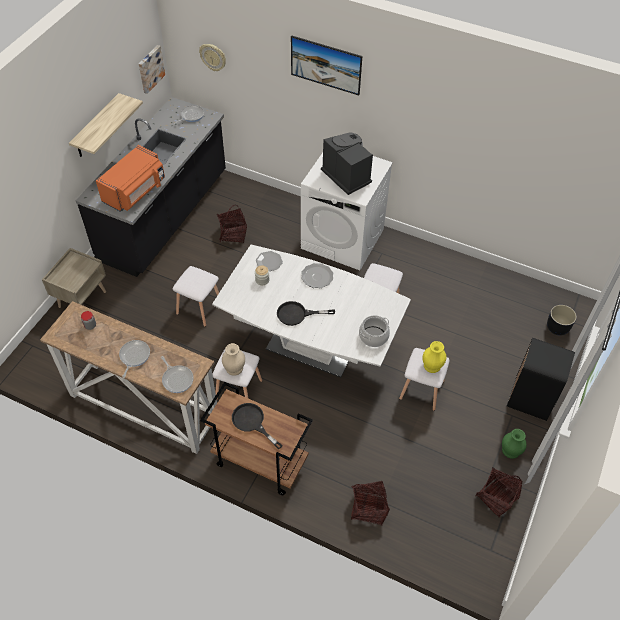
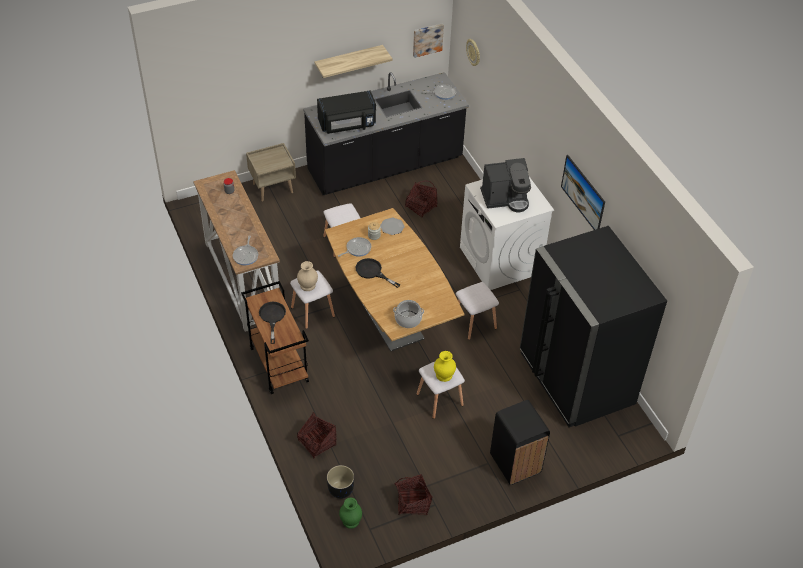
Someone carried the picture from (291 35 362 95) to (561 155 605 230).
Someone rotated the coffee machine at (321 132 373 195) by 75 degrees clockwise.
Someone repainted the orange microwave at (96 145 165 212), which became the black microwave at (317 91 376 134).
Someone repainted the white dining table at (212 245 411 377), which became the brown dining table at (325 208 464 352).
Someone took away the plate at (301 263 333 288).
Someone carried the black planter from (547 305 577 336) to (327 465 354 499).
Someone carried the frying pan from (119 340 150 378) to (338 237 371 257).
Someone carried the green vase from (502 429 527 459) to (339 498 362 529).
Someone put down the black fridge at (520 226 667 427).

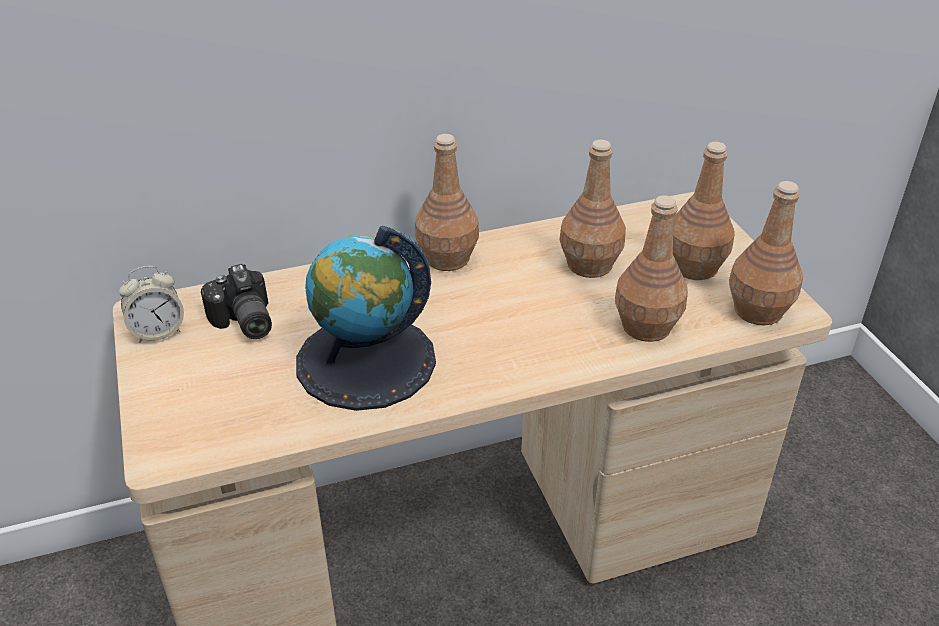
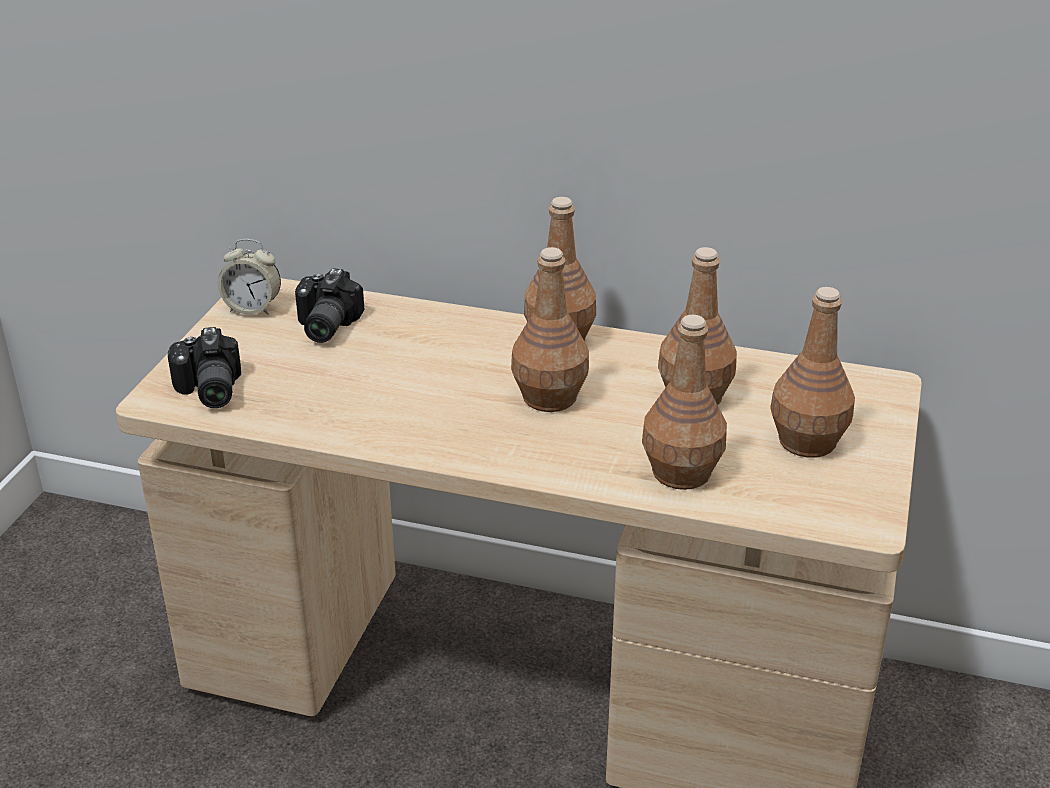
Someone carried the brown bottle from (729 181 803 325) to (511 247 589 412).
Someone took away the globe at (296 226 436 411).
Someone put down the photo camera at (168 327 241 408).

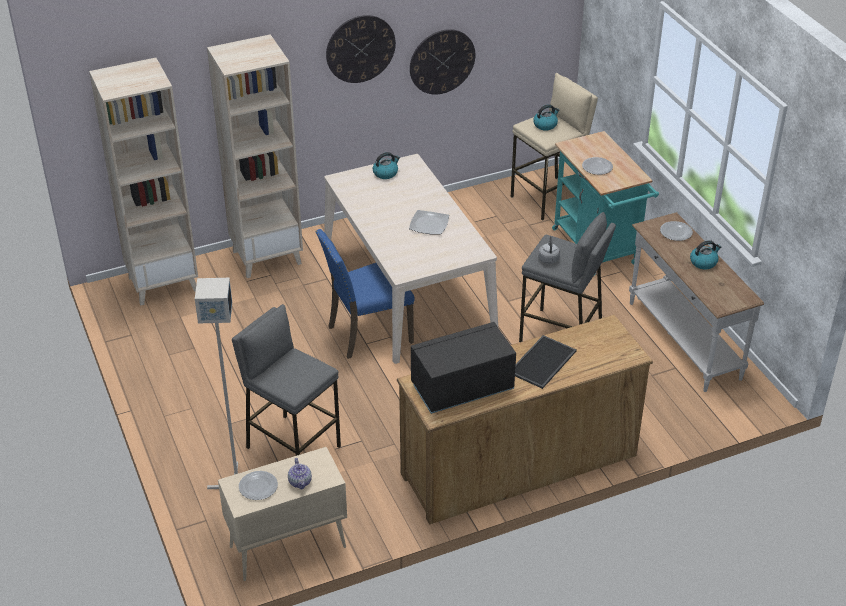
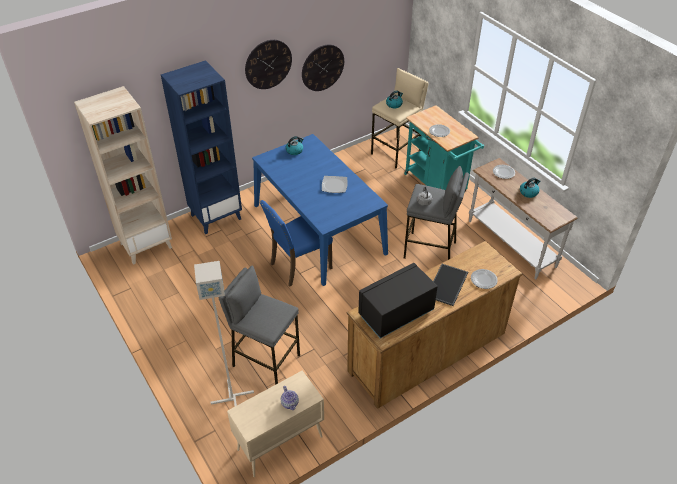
Someone repainted the beige bookcase at (207 34 303 278), which became the blue bookcase at (161 60 242 234).
Someone repainted the beige dining table at (324 154 498 364), which became the blue dining table at (252 134 388 286).
Someone carried the plate from (239 471 278 500) to (471 269 498 289).

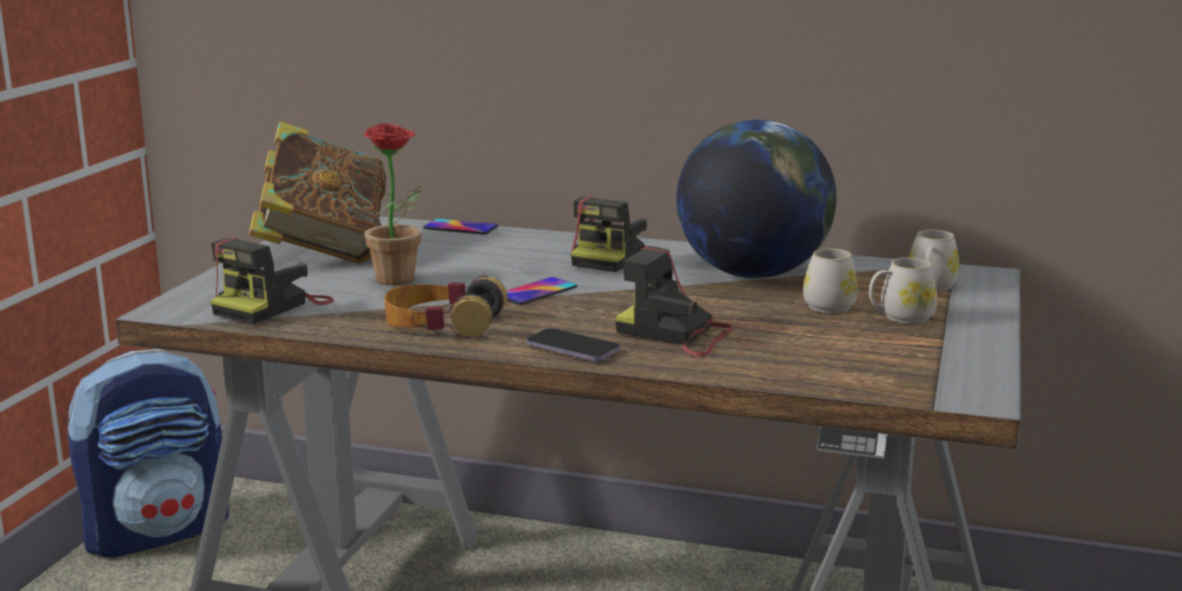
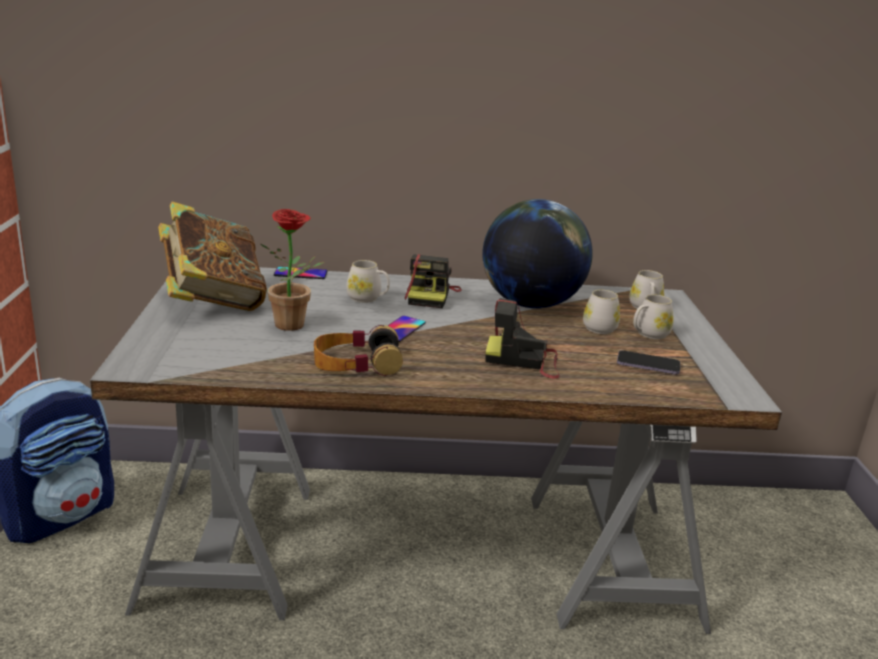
Someone took away the photo camera at (211 238 334 324).
Someone carried the phone from (526 328 620 362) to (617 350 680 375).
Someone put down the white mug at (346 260 390 303).

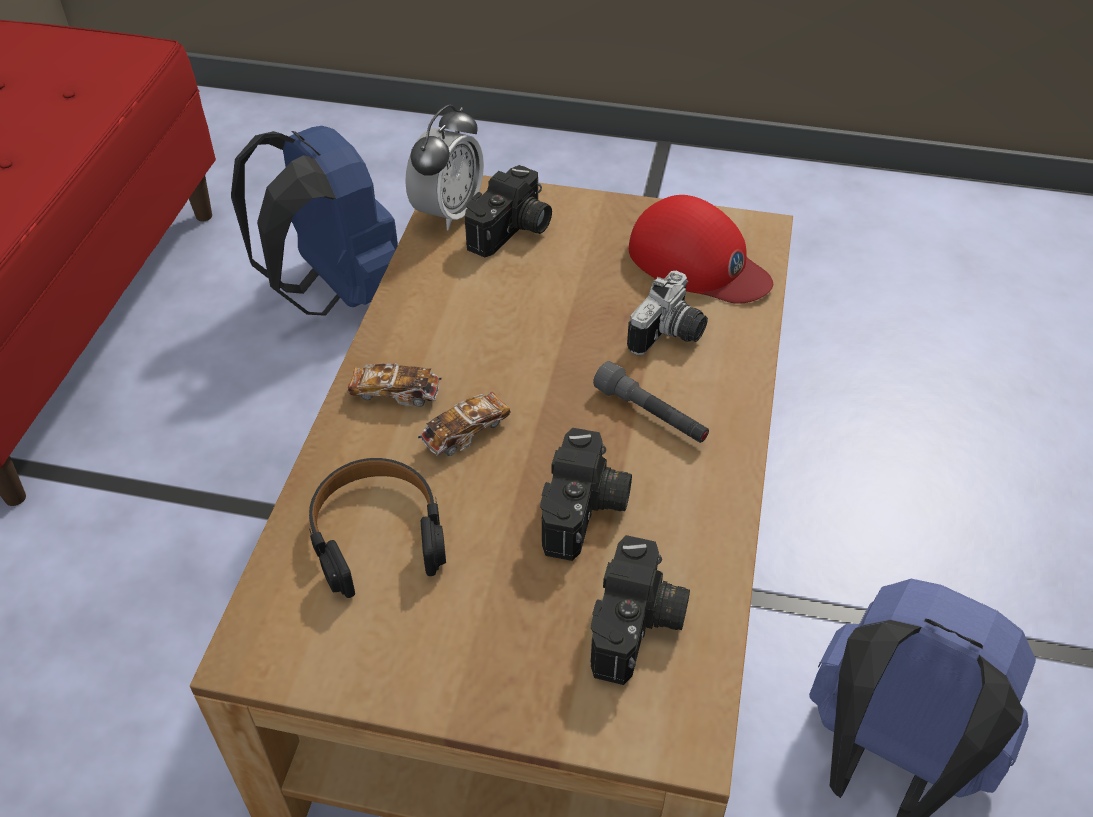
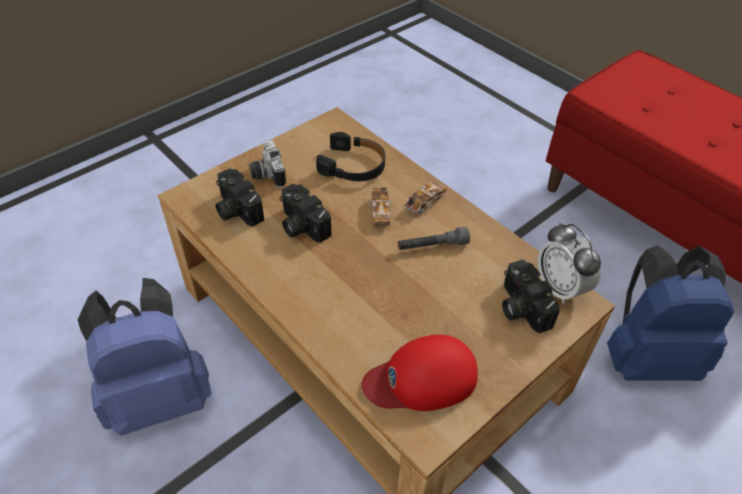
Someone carried the photo camera from (627 271 708 355) to (249 139 286 187).
Someone carried the grey flashlight from (593 361 709 443) to (398 227 470 250).

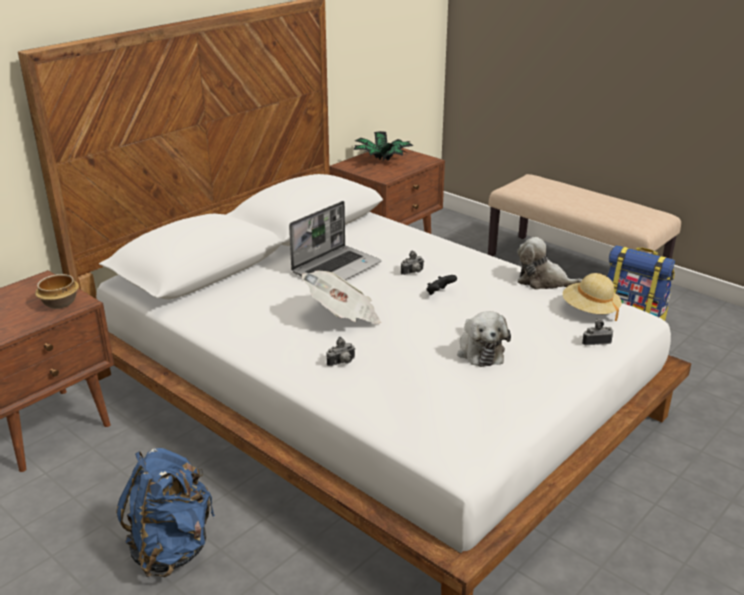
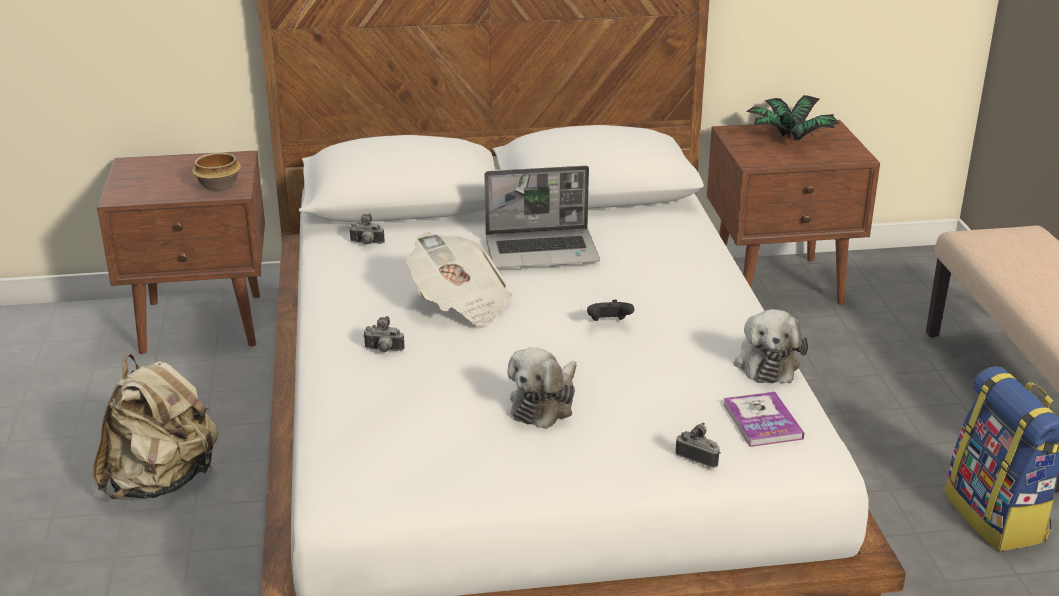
Someone rotated the plush toy at (517 237 583 289) by 150 degrees counterclockwise.
Someone carried the photo camera from (401 250 424 275) to (349 214 385 244).
Someone swapped the beige hat at (563 273 622 321) for the book at (723 392 804 447).
Someone repainted the blue backpack at (116 448 215 577), which became the beige backpack at (93 354 219 499).

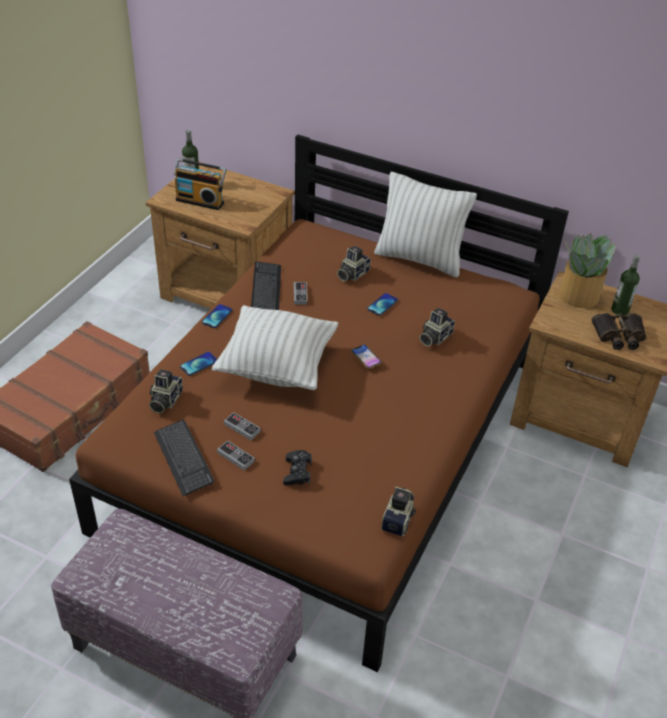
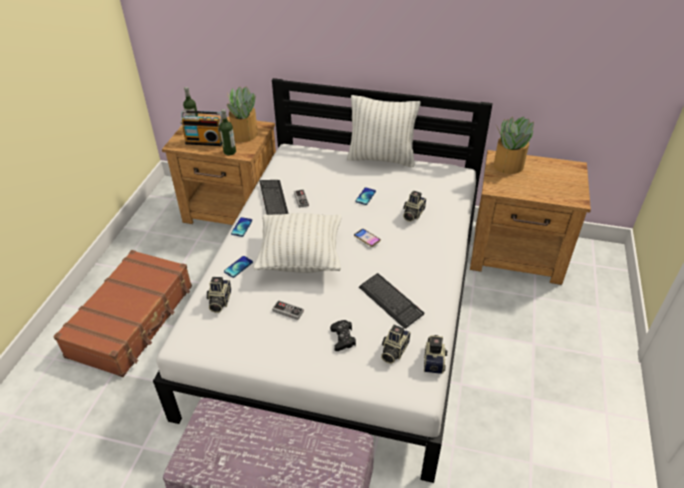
Someone repainted the brown bed at (69 135 569 672), which became the white bed at (153 78 493 483).
Someone carried the photo camera from (337 246 371 282) to (381 325 411 364).
Someone carried the bottle from (611 254 640 315) to (220 109 236 155).
Someone took away the binoculars at (592 313 647 350).
Someone carried the keyboard from (154 420 214 496) to (359 273 424 329).
Someone took away the game controller at (217 441 255 470).
Someone put down the potted plant at (227 86 258 142).

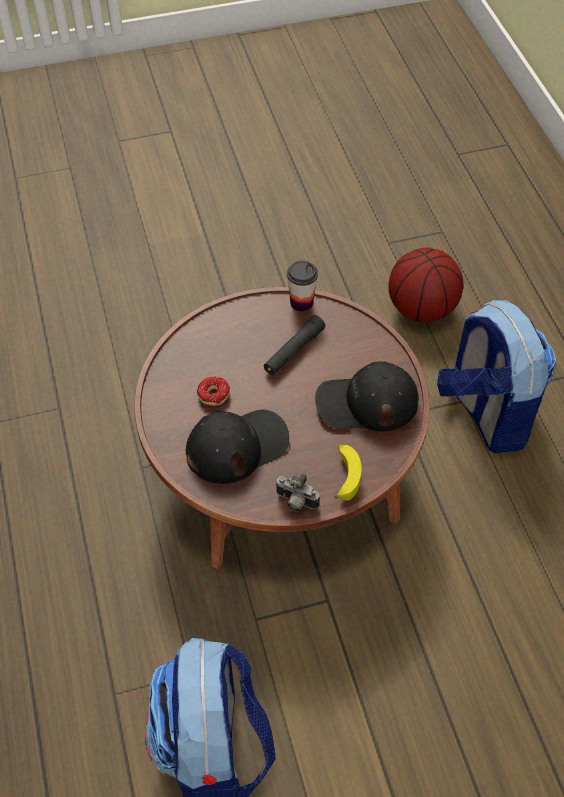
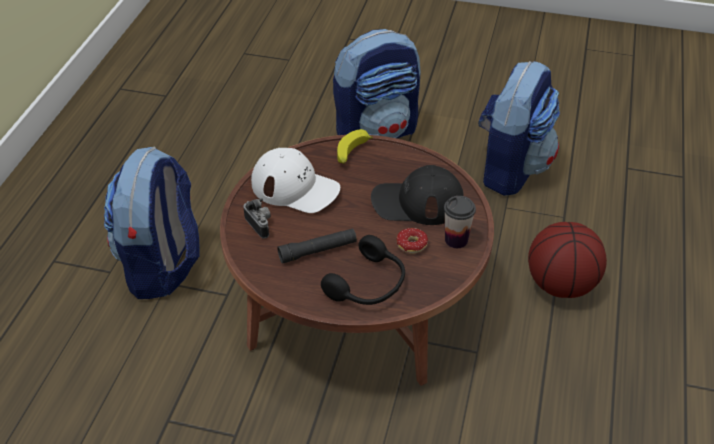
Someone carried the basketball from (388 248 464 323) to (528 222 607 298).
Someone carried the cup from (287 260 318 312) to (444 196 476 248).
Someone repainted the black cap at (315 361 419 432), which became the white cap at (251 148 340 213).
Someone carried the photo camera from (275 474 320 512) to (243 198 271 239).
Someone put down the backpack at (333 29 421 138).
Someone put down the black headphones at (321 235 405 305).

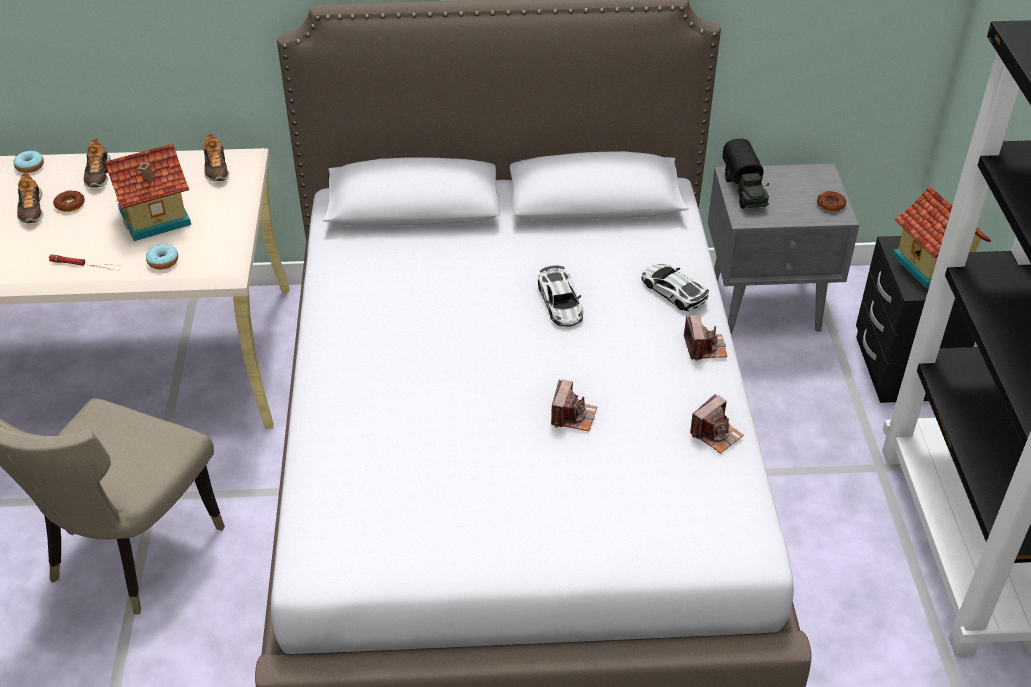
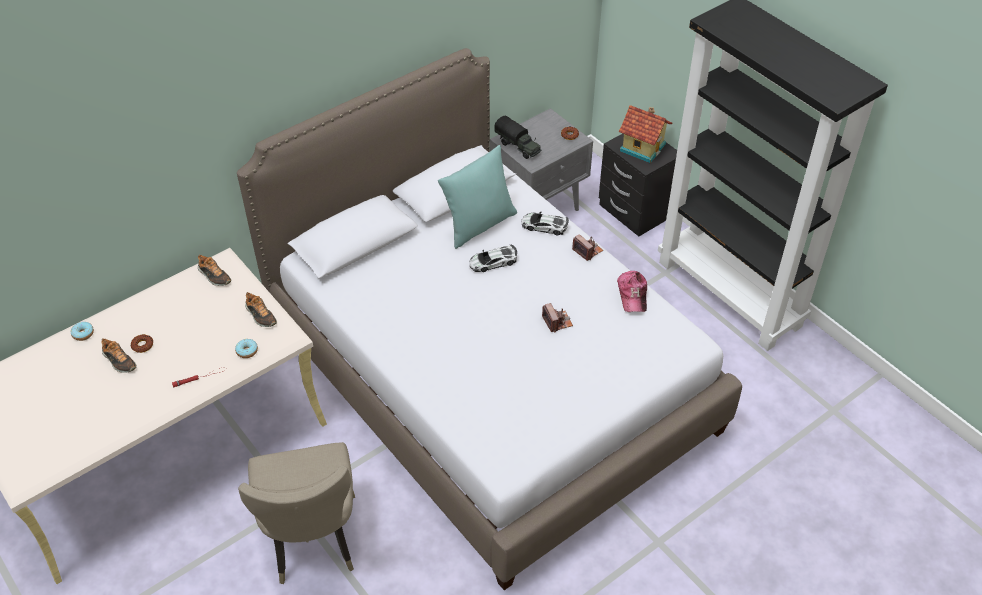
Someone carried the shoe from (84 138 110 188) to (245 292 277 327).
Someone took away the toy house at (104 144 191 241).
Someone rotated the toy car at (538 266 583 326) by 120 degrees clockwise.
Someone swapped the photo camera at (690 394 744 453) for the cap at (617 271 647 312).
Someone put down the turquoise pillow at (438 145 517 249).

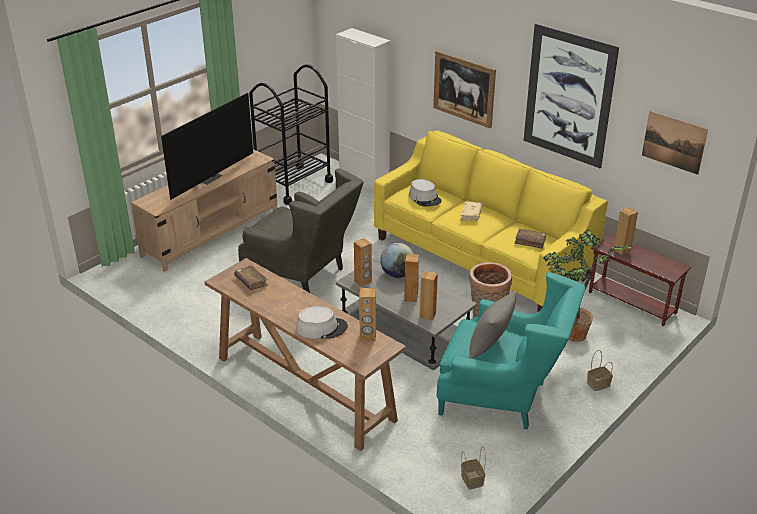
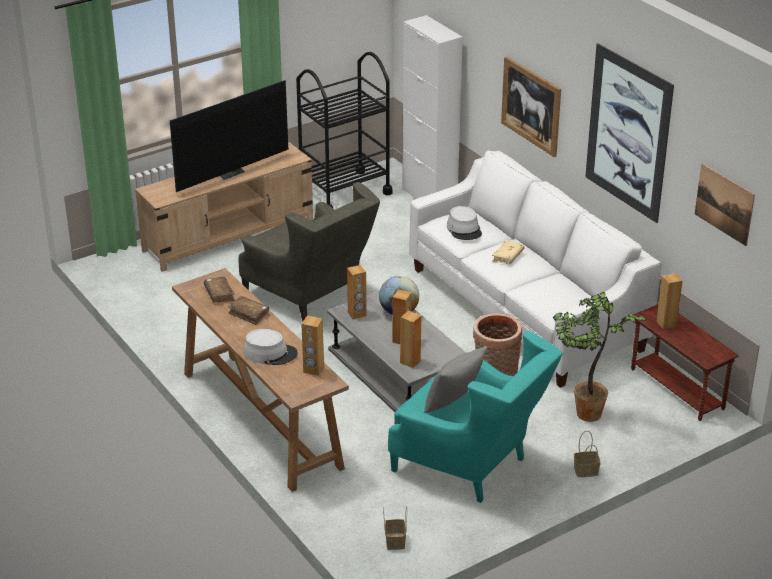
Someone repainted the yellow sofa at (374 130 608 312), which became the white sofa at (409 150 662 388).
Someone carried the brown book from (515 229 546 249) to (228 296 269 325).

